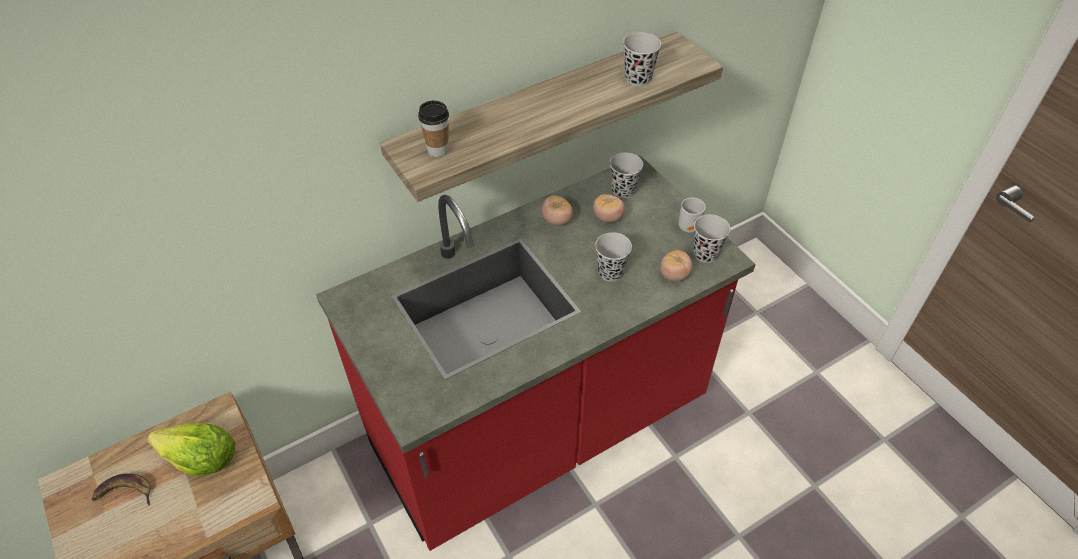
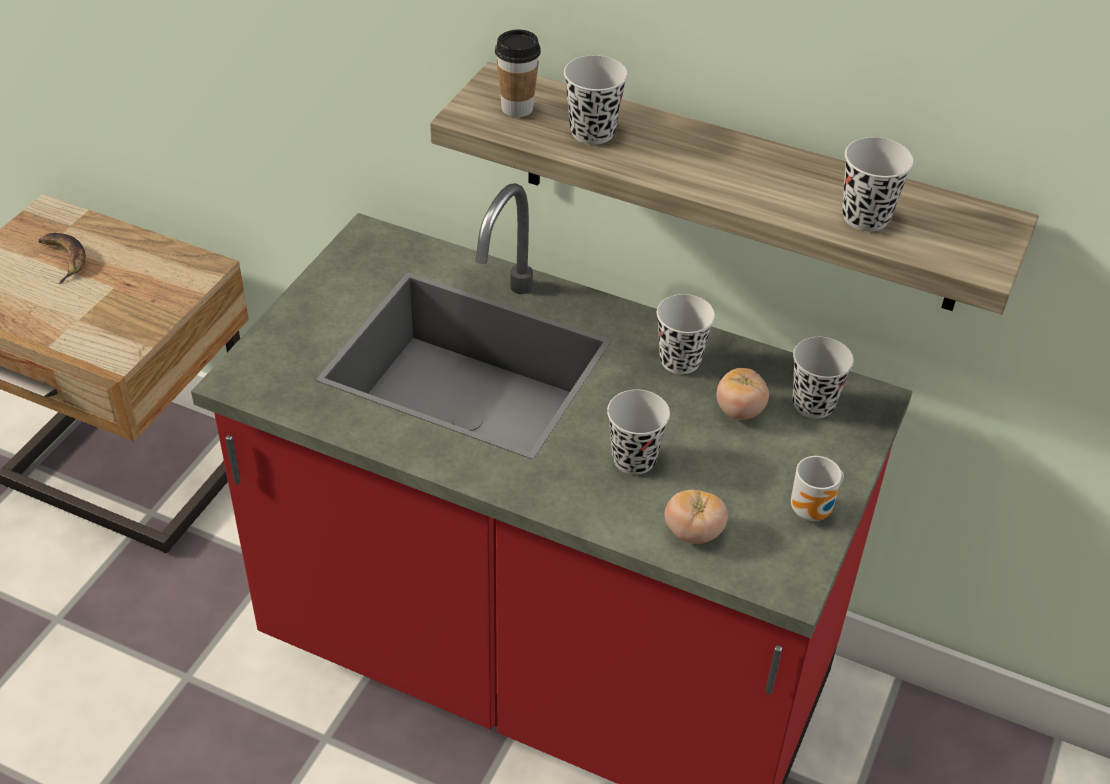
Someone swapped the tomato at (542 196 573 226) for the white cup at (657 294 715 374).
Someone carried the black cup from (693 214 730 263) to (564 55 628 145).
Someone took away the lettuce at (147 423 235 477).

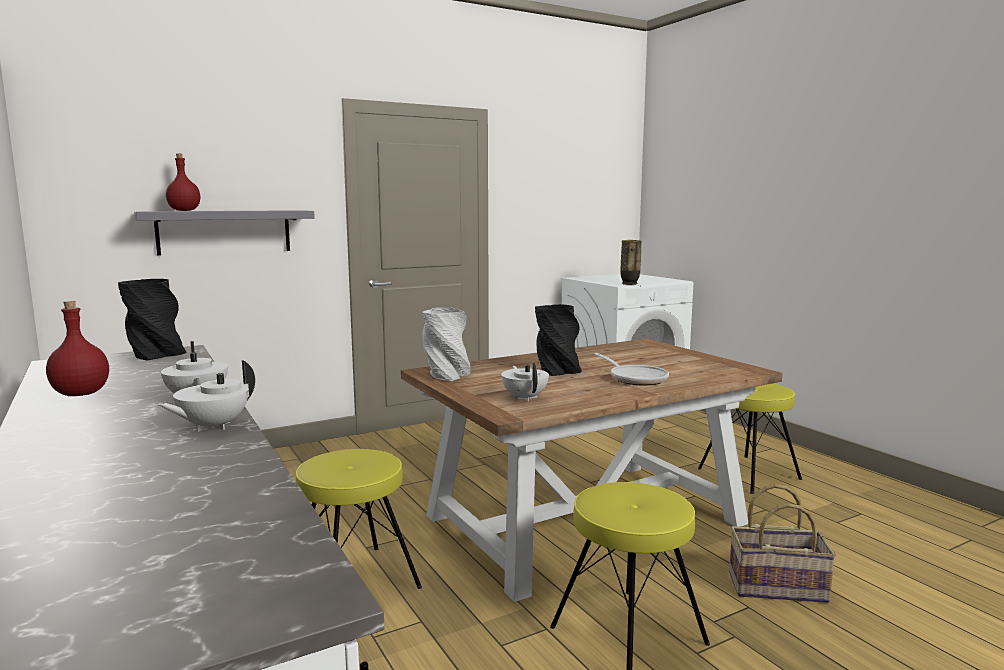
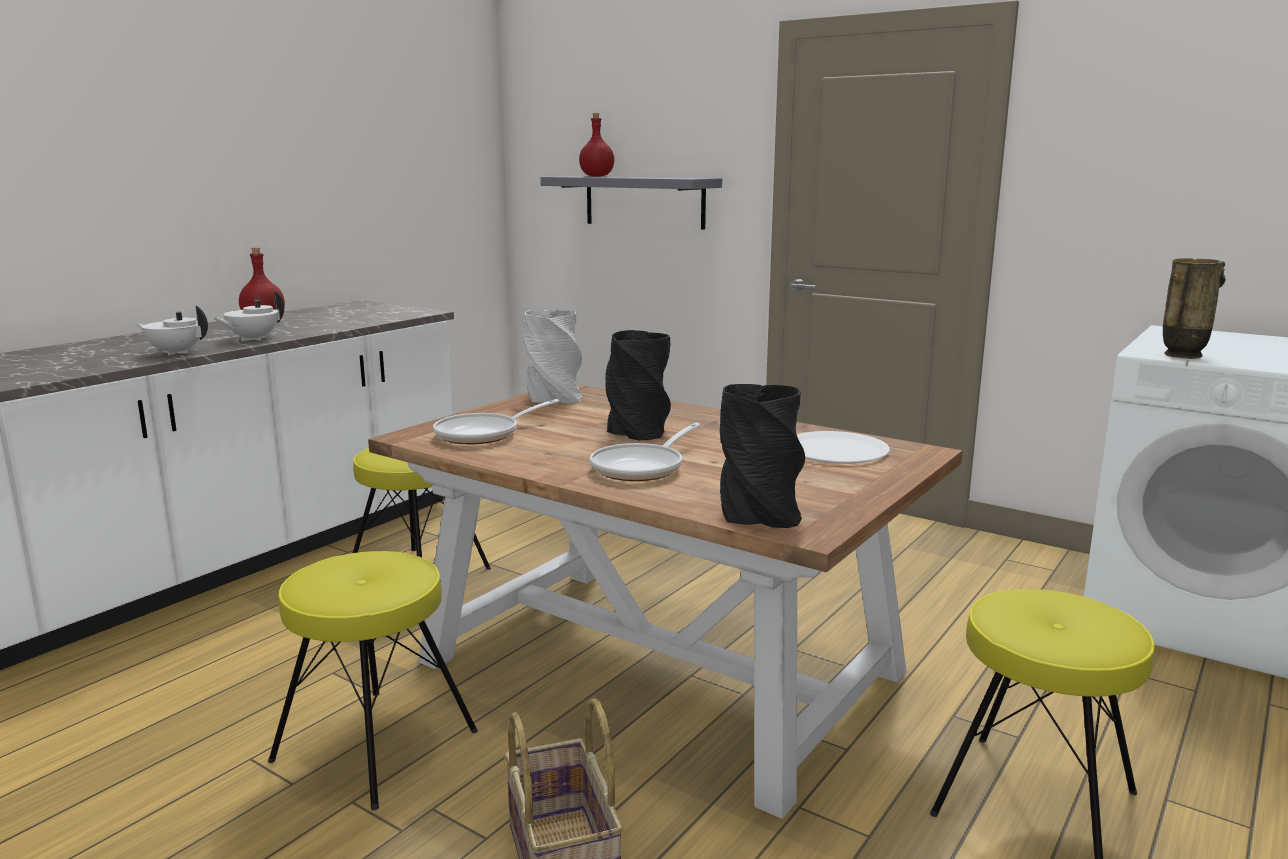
Someone carried the black vase from (118 279 186 360) to (720 384 805 528).
Someone swapped the white teapot at (501 363 549 401) for the frying pan at (433 399 560 444).
Someone put down the white plate at (797 431 890 464).

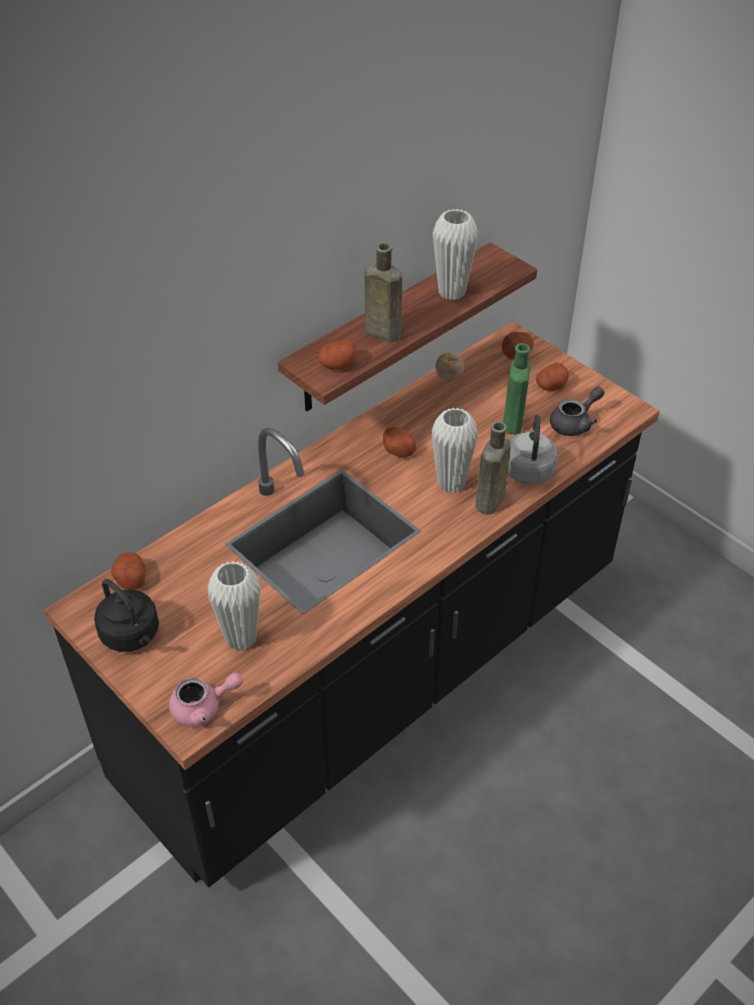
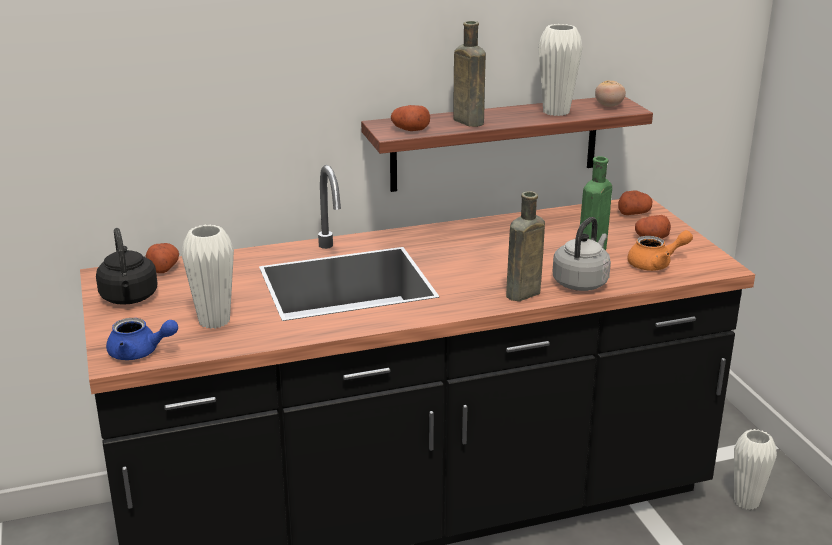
Someone carried the tomato from (435 353 464 381) to (595 81 626 107).
Someone repainted the grey teapot at (550 386 604 436), which became the orange teapot at (628 230 693 271).
Someone carried the white vase from (432 408 478 493) to (734 429 777 510).
Someone took away the potato at (383 426 416 458).
Someone repainted the pink teapot at (169 673 243 726), which became the blue teapot at (106 318 178 360).

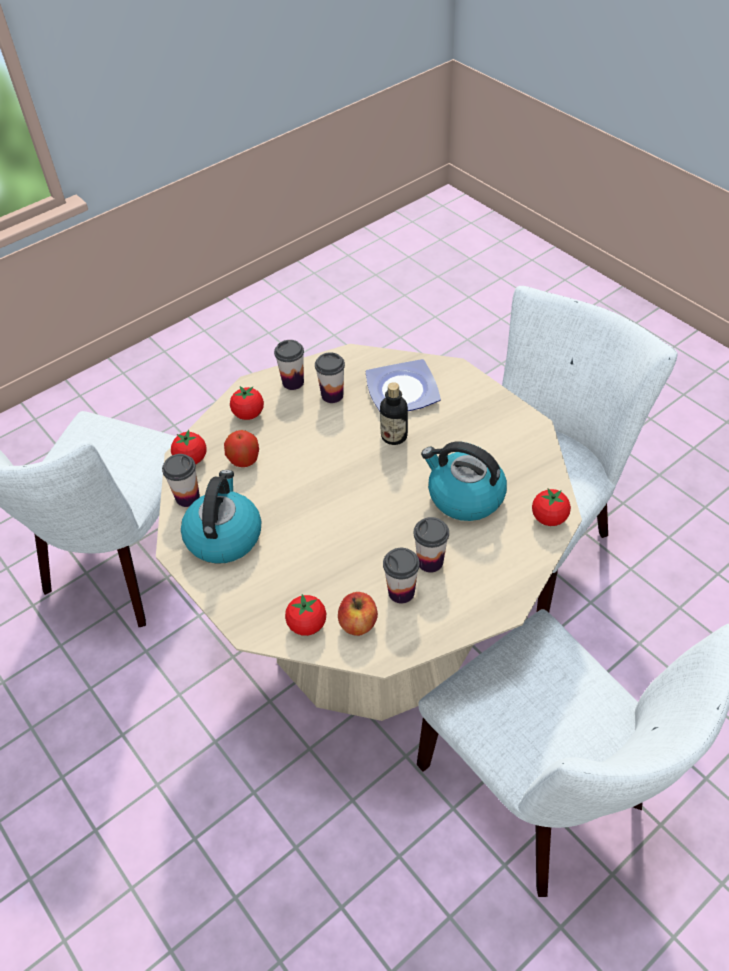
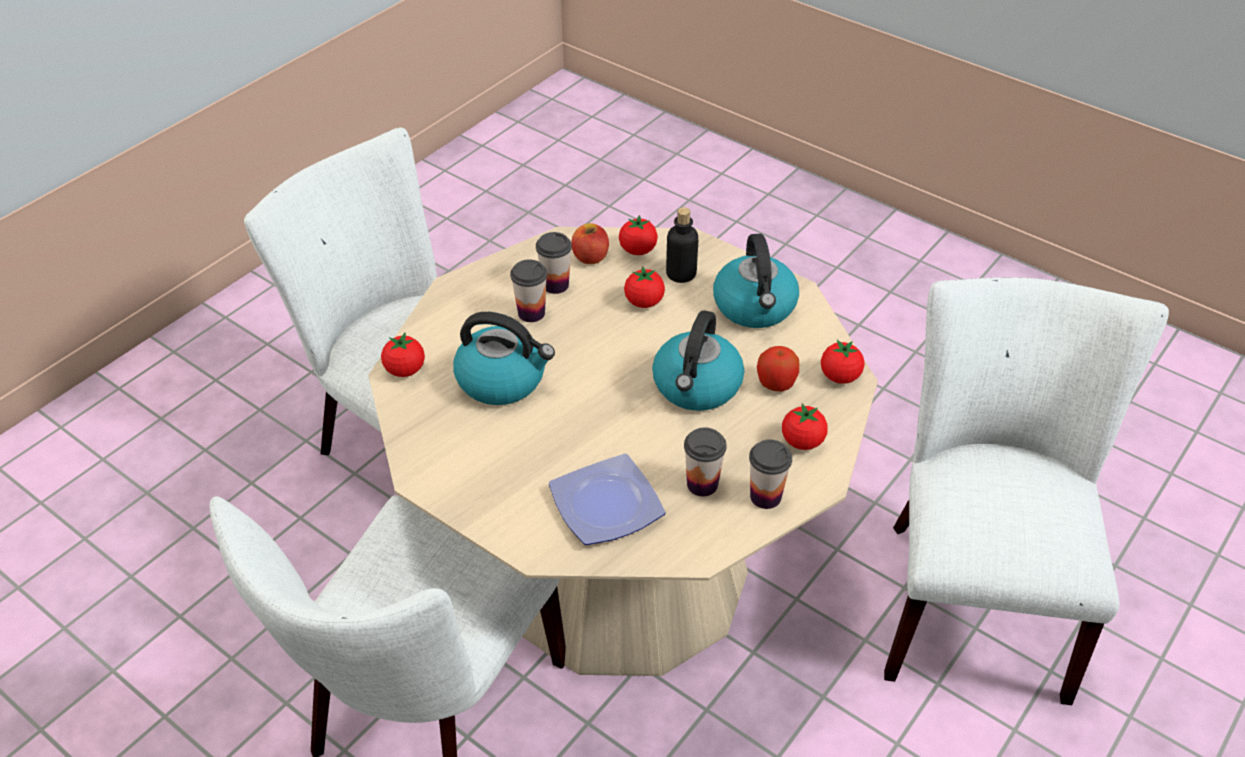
Someone carried the bottle from (380 382 408 445) to (666 207 698 283).
Someone took away the cup at (162 454 200 507).
Someone put down the tomato at (624 266 665 308).
Someone put down the kettle at (652 310 744 411).

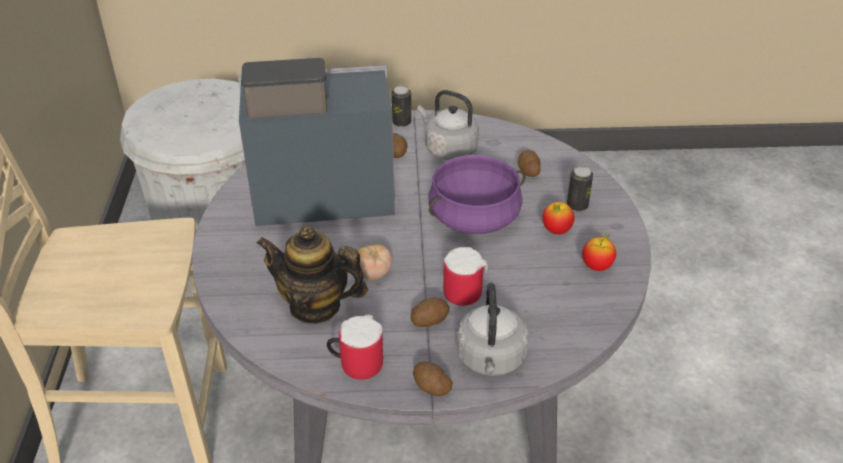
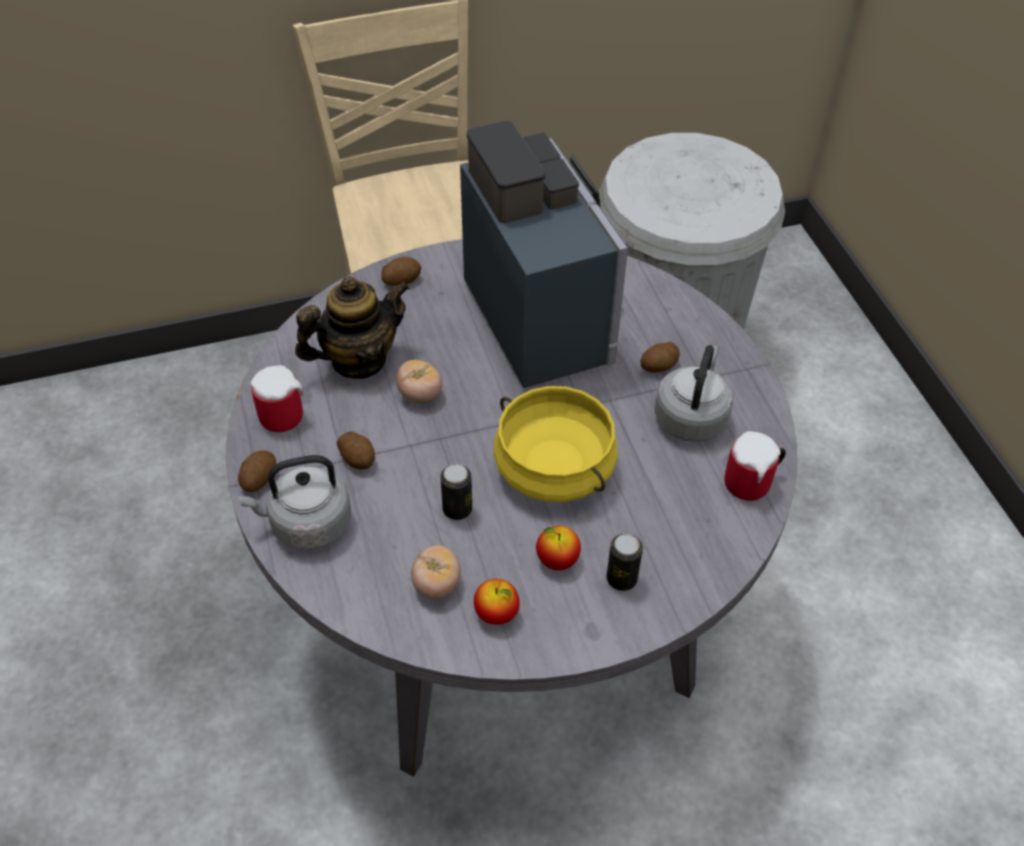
Someone carried the can from (392 86 411 127) to (440 464 472 520).
Someone carried the potato from (518 150 541 177) to (381 257 421 286).
Someone repainted the purple cooking pot at (428 155 526 234), which became the yellow cooking pot at (493 386 618 502).
Someone rotated the teapot at (256 226 368 324) by 60 degrees clockwise.
Someone carried the mug from (443 247 489 306) to (724 431 786 501).
Someone put down the tomato at (411 545 461 600).

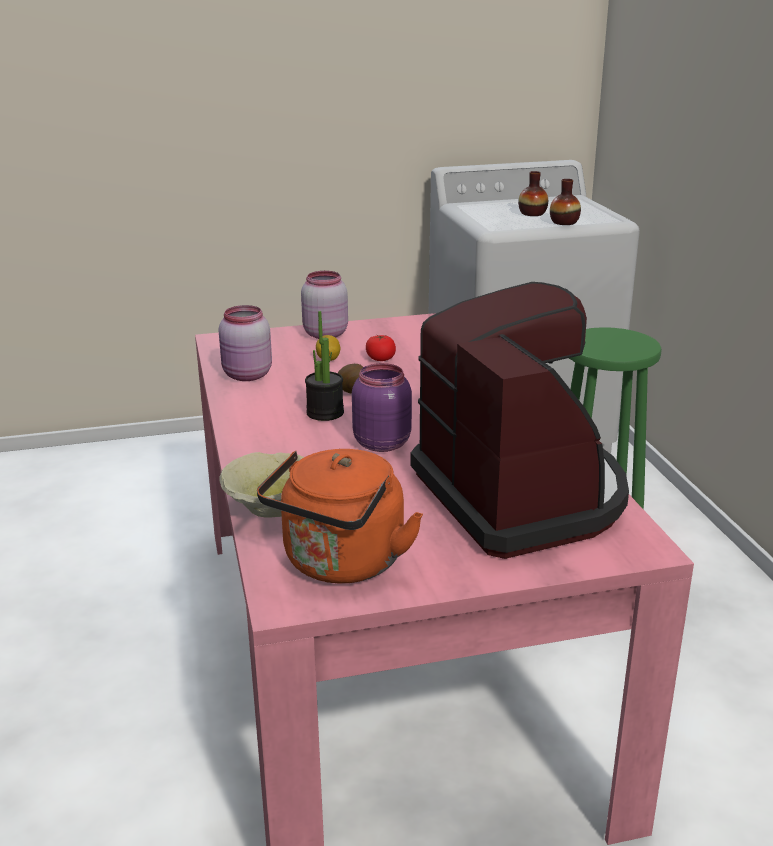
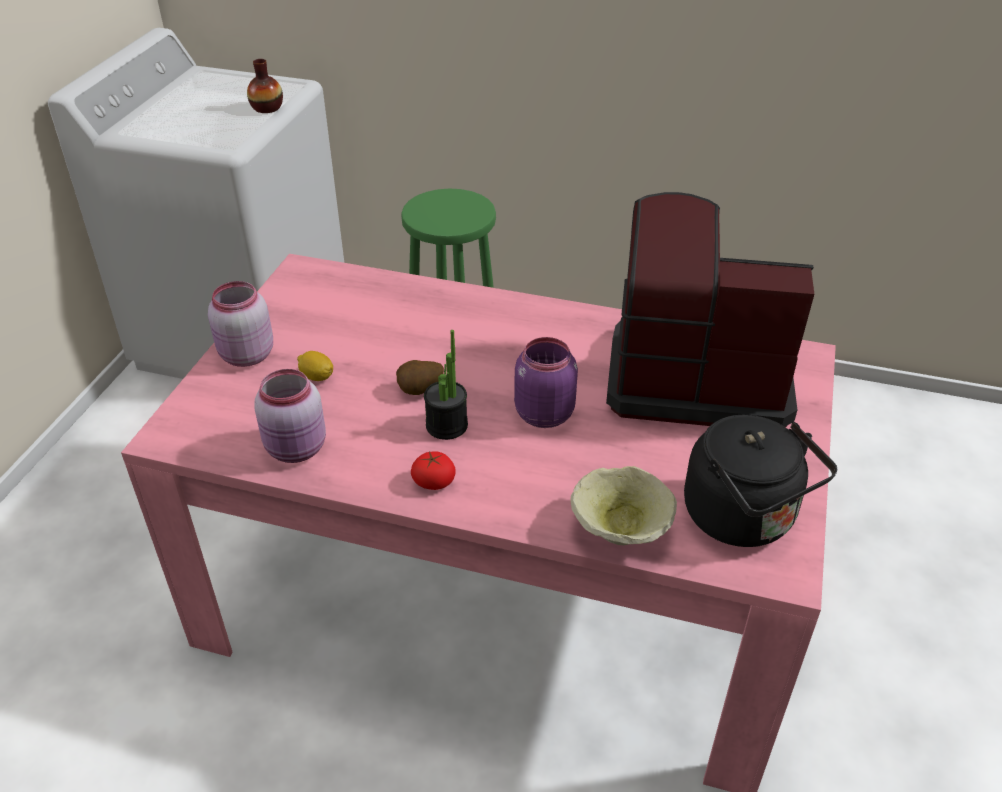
Someone took away the vase at (518 171 548 216).
Someone carried the tomato from (366 335 396 361) to (411 451 456 490).
Someone repainted the orange kettle at (257 449 423 583), which became the black kettle at (684 415 837 547).

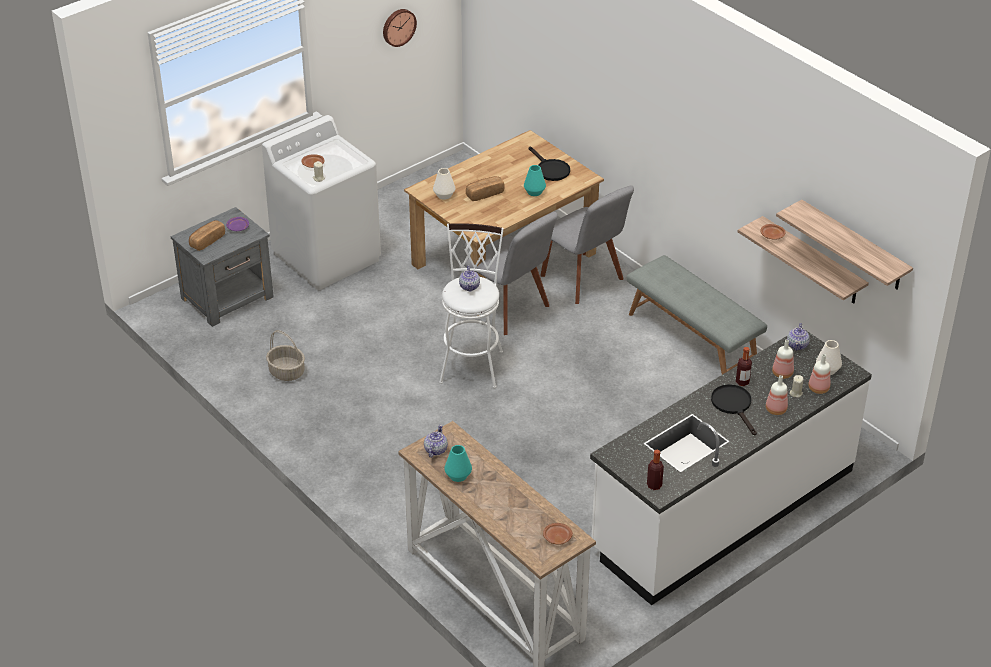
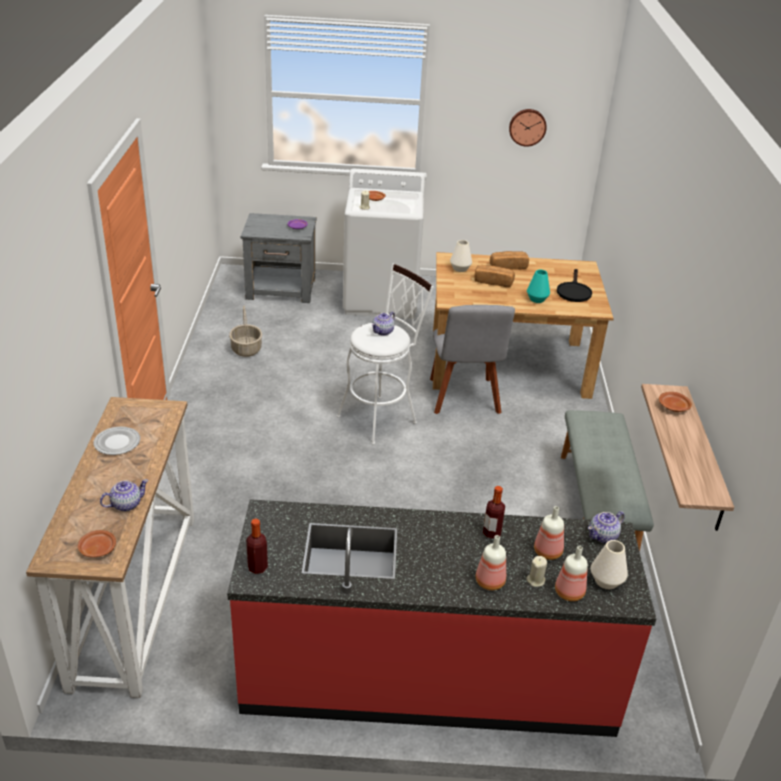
Someone took away the grey chair at (540 185 634 304).
Someone took away the shelf at (776 200 913 290).
Someone carried the bread from (189 220 225 251) to (490 251 529 270).
Someone repainted the white counter at (590 329 872 605), which became the red counter at (227 499 656 737).
Someone took away the black frying pan at (711 384 757 436).
Someone carried the teapot from (424 425 448 458) to (100 479 149 511).
Someone swapped the turquoise vase at (444 445 472 482) for the plate at (93 426 140 455).

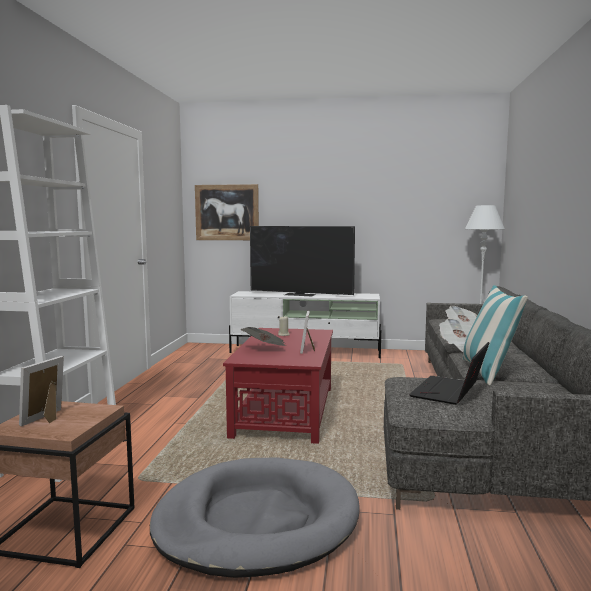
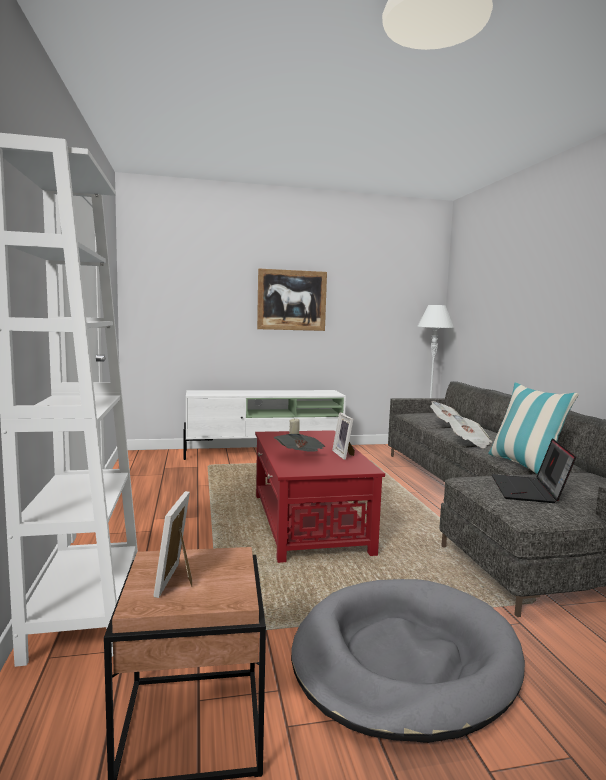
Someone carried the picture from (195 184 259 240) to (257 269 327 331).
Someone took away the television at (250 226 355 296).

